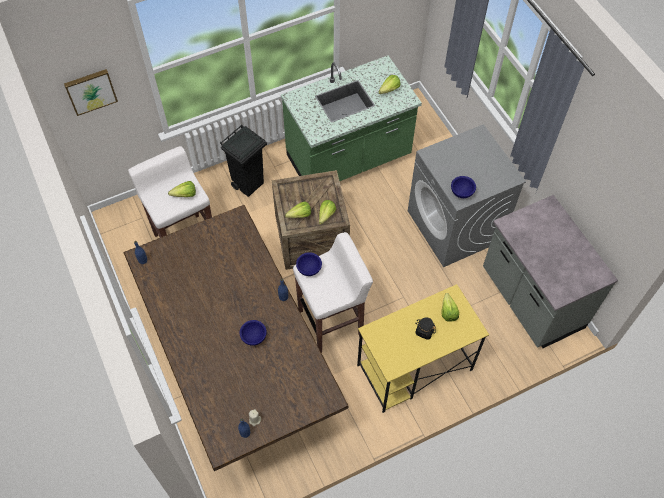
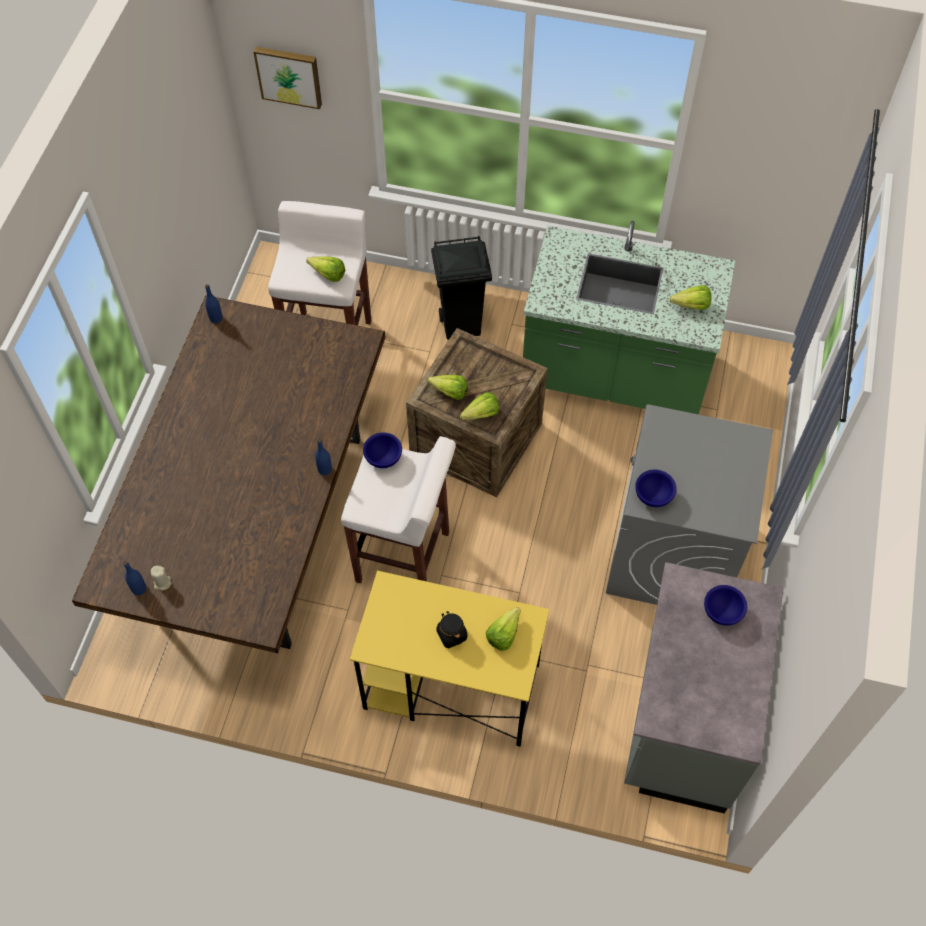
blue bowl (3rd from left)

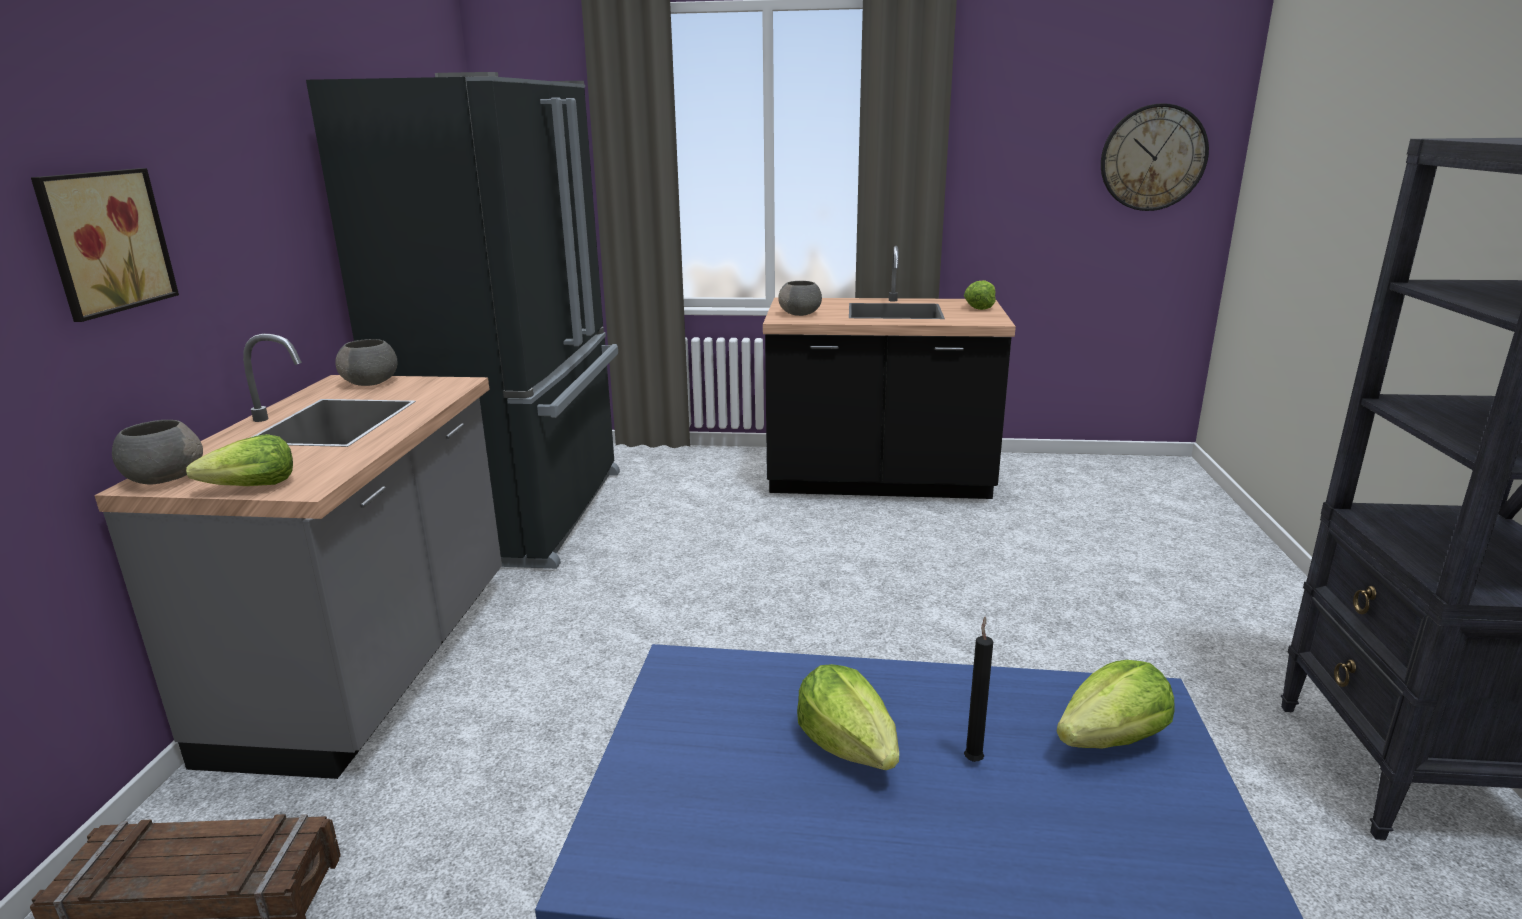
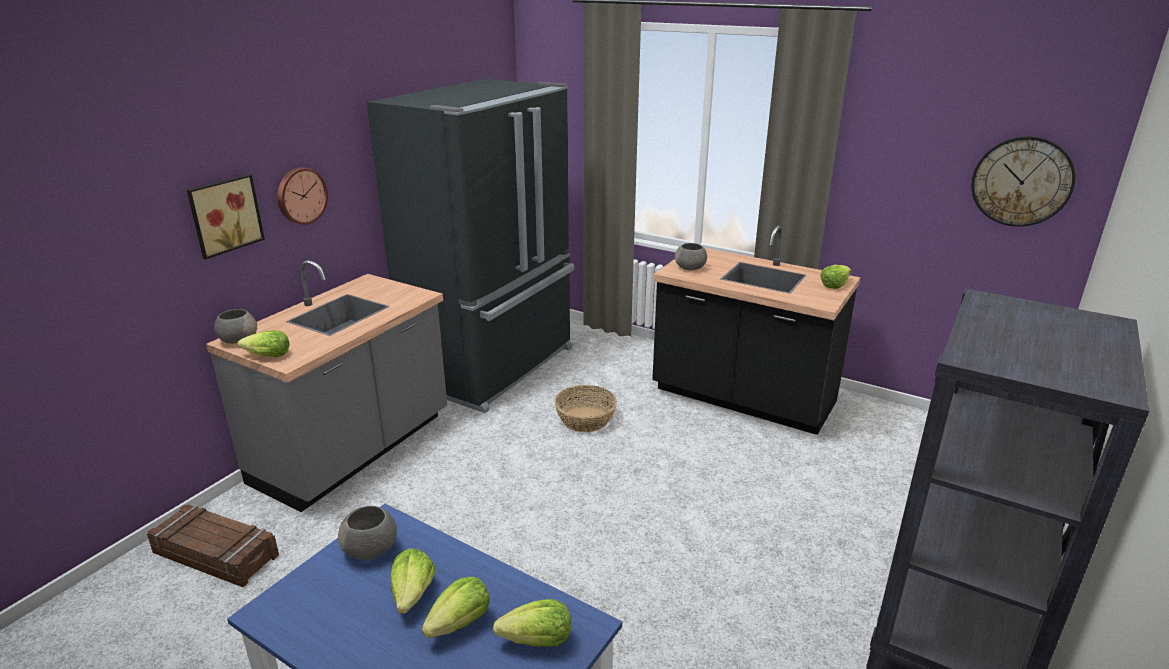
wall clock (1st from left)
grey bowl (2nd from left)
lettuce (3rd from left)
basket

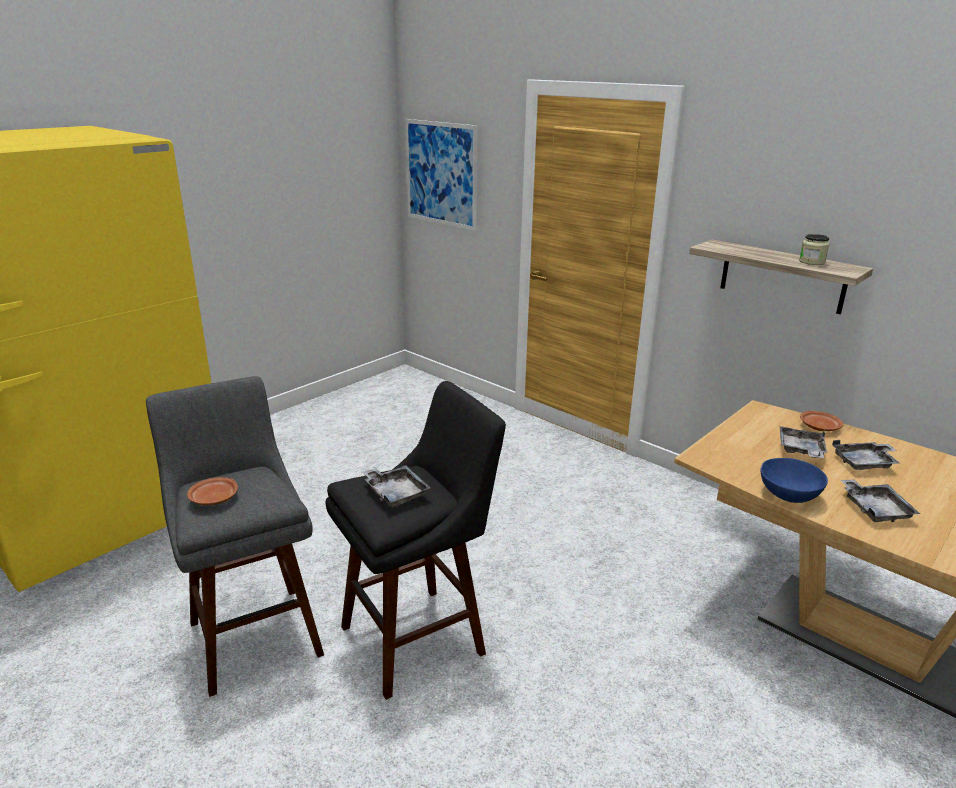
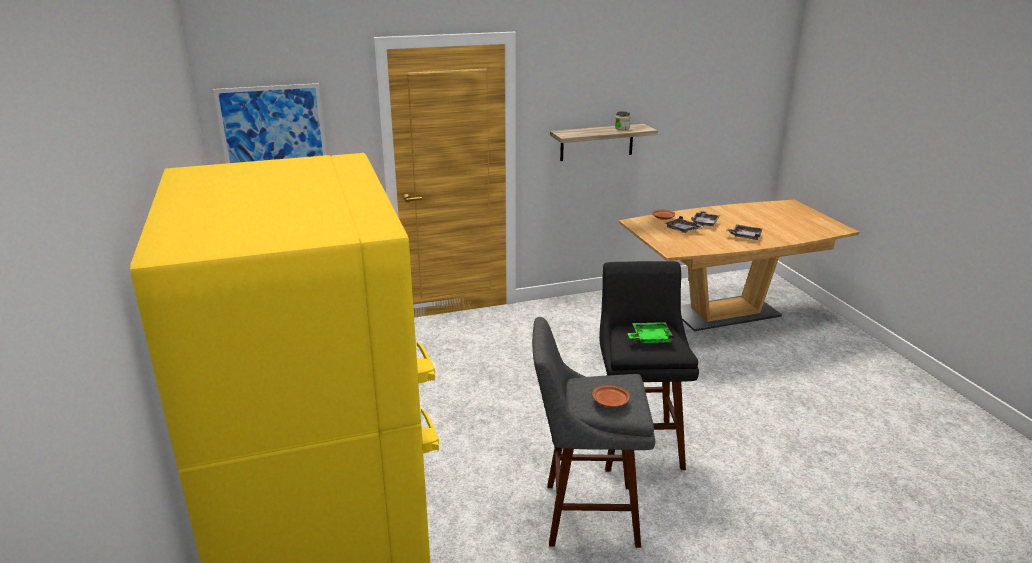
green tray
blue bowl

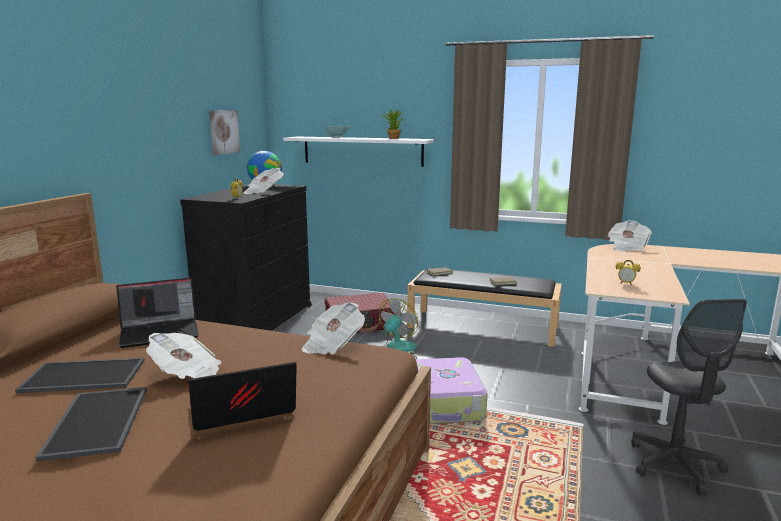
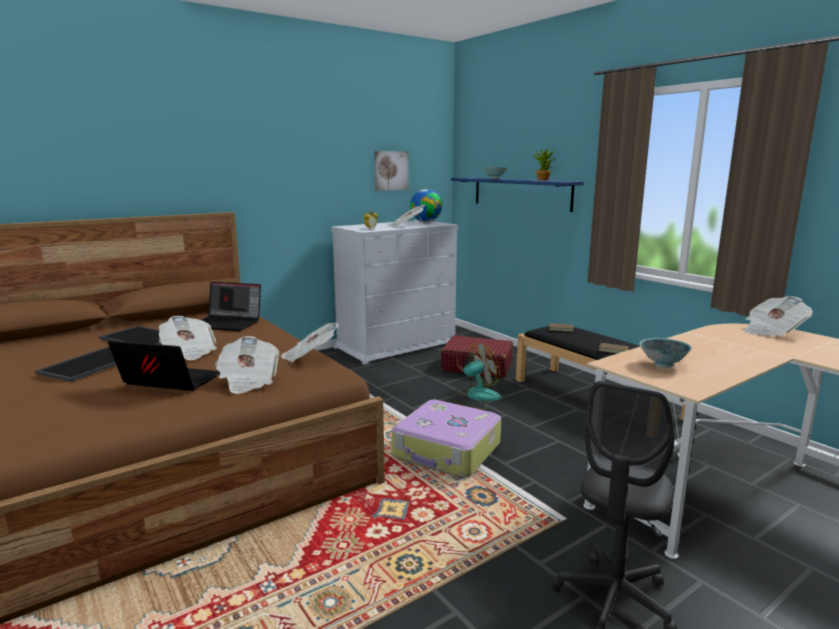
newspaper (2nd from left)
white dresser
blue shelf
bowl (2nd from left)

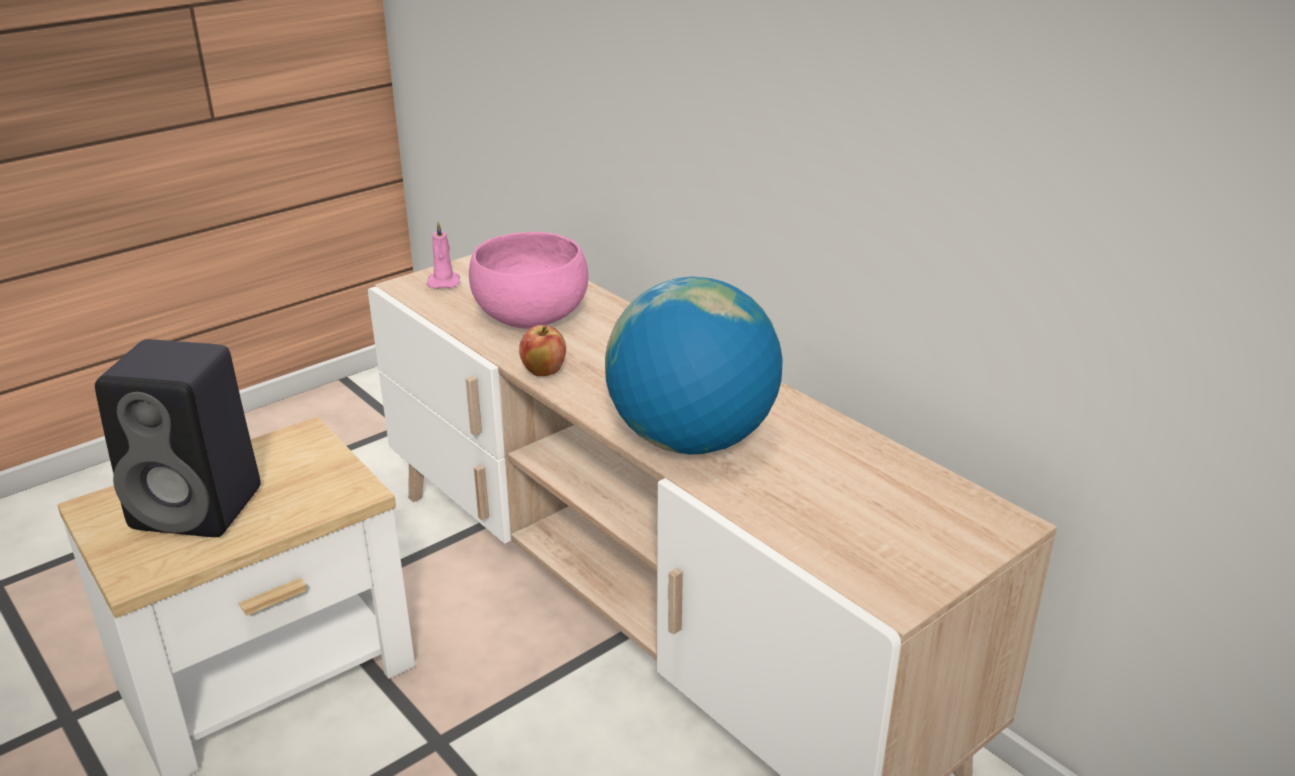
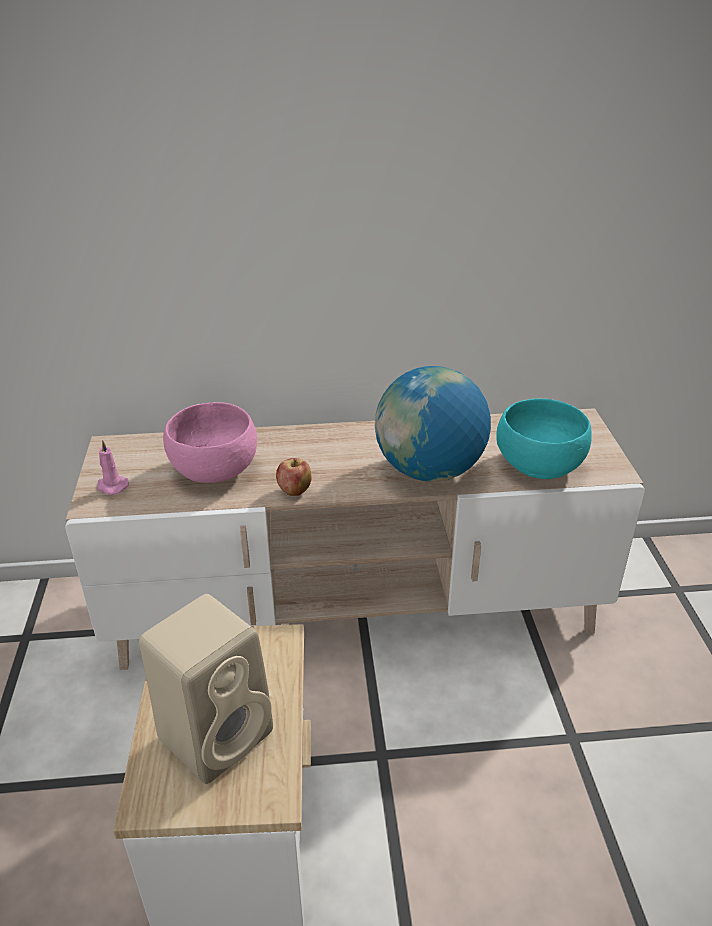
beige speaker
turquoise bowl

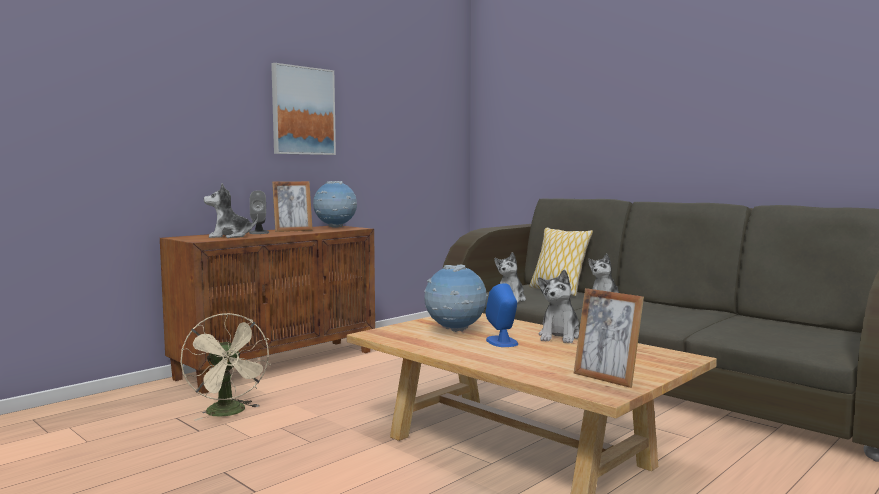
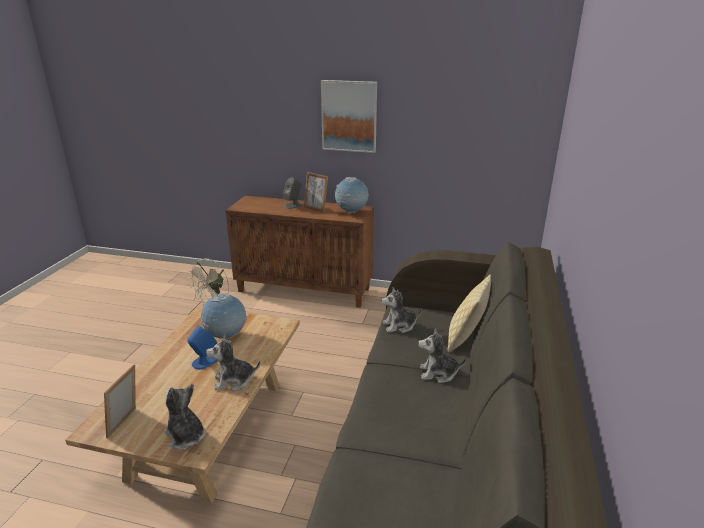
plush toy (1st from left)

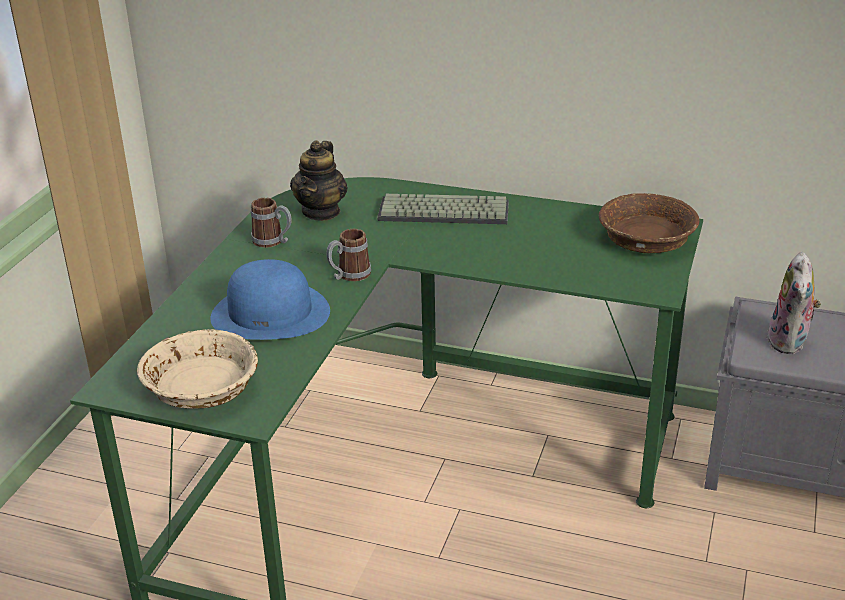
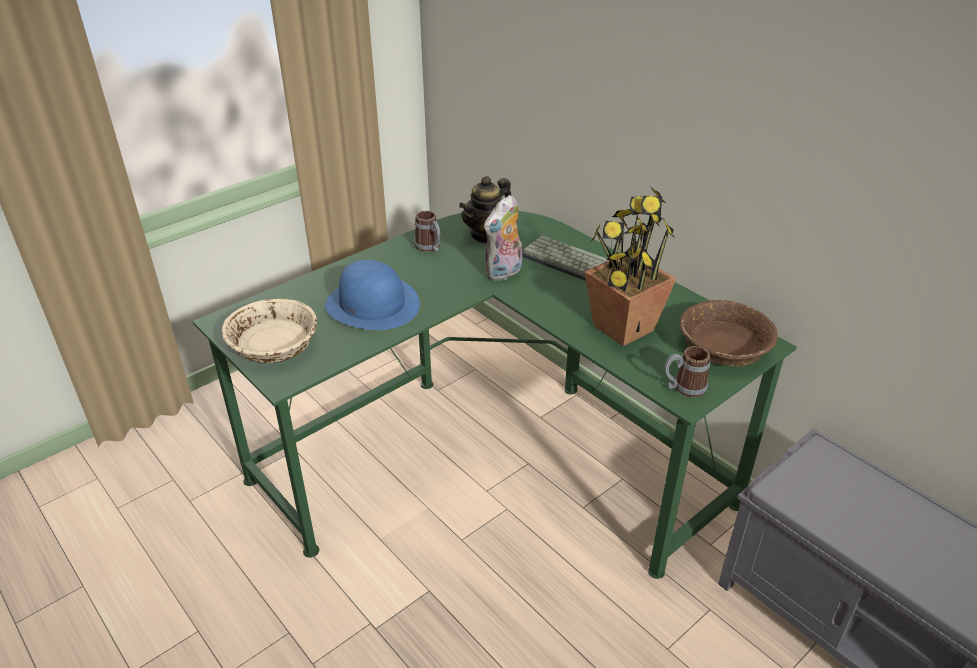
plush toy
potted plant
mug (2nd from left)

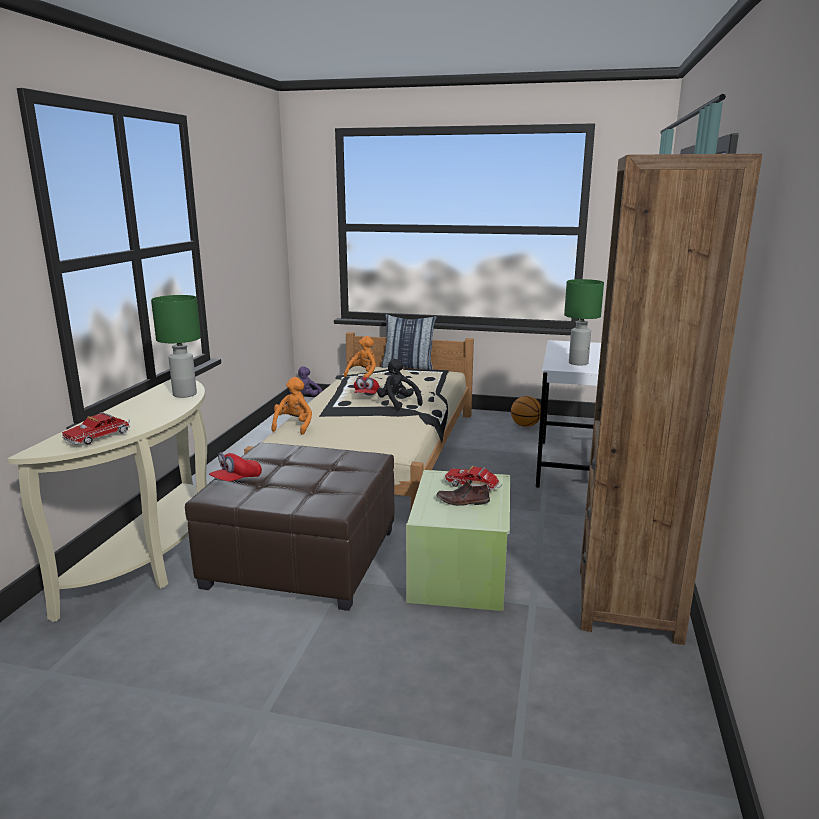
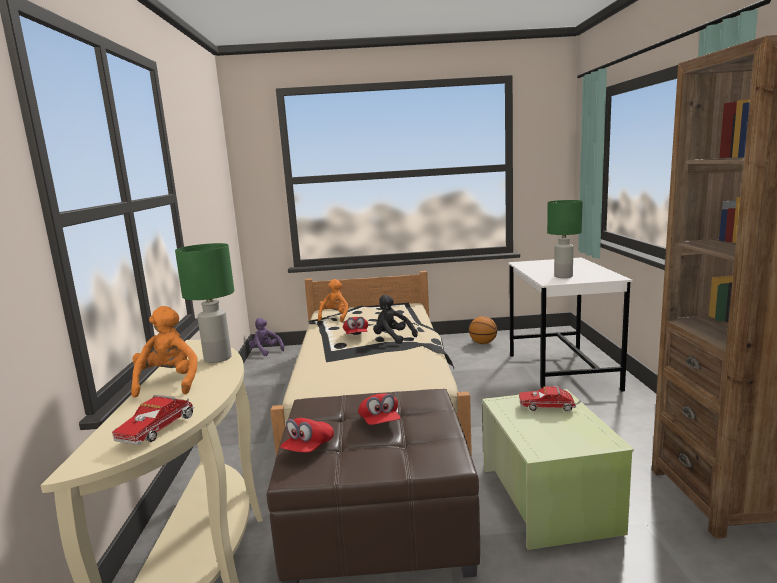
orange plush toy (1st from left)
red cap (3rd from left)
pillow
brown shoe

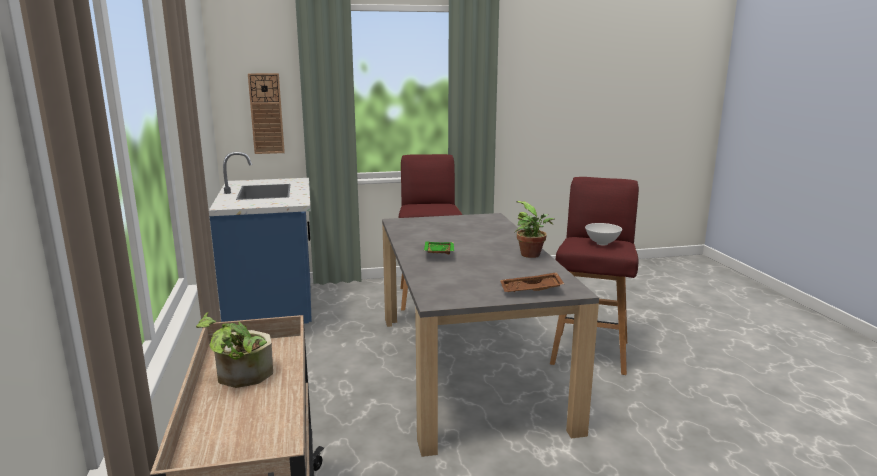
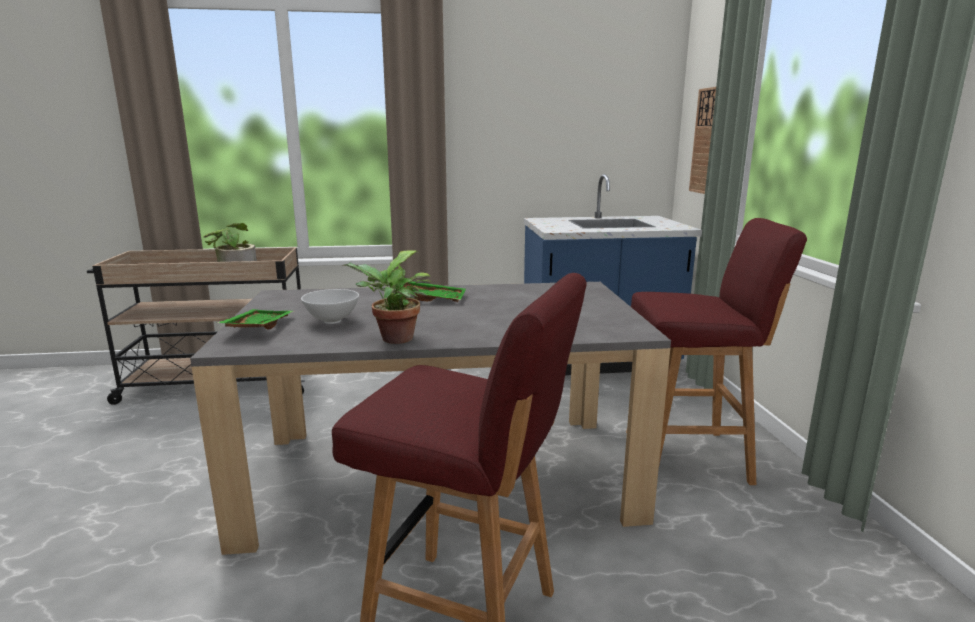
green tray (1st from left)
white bowl

